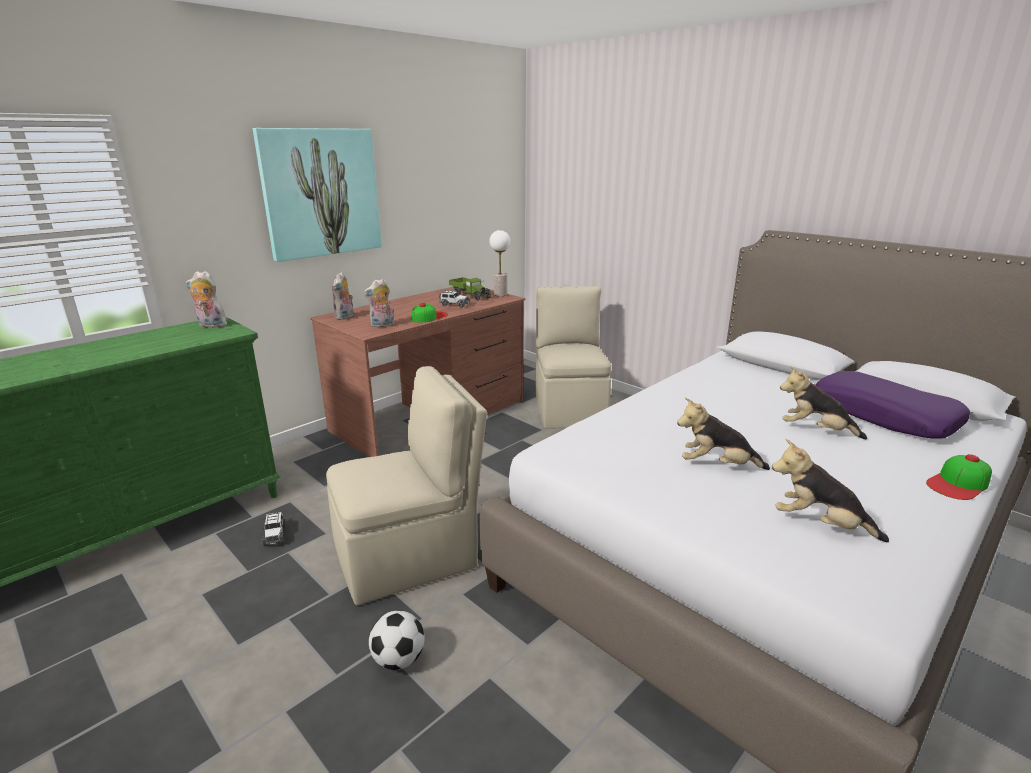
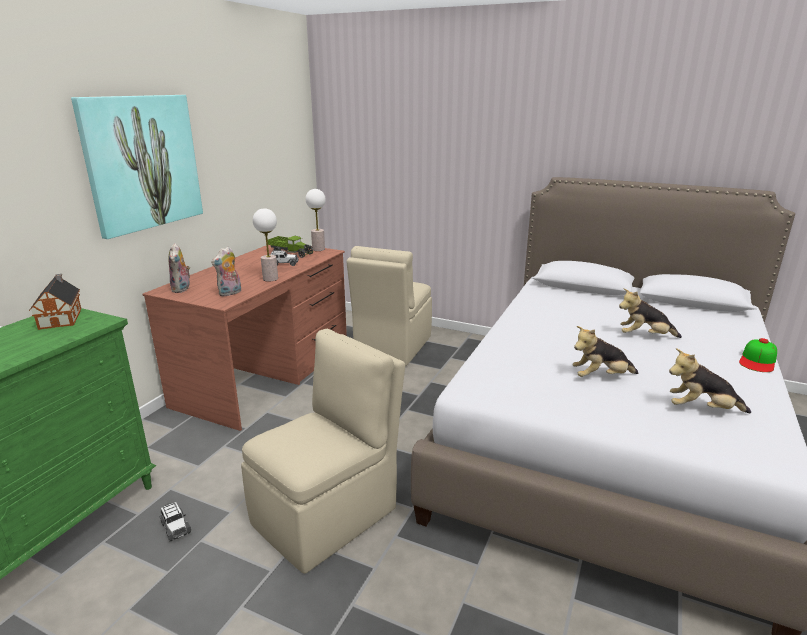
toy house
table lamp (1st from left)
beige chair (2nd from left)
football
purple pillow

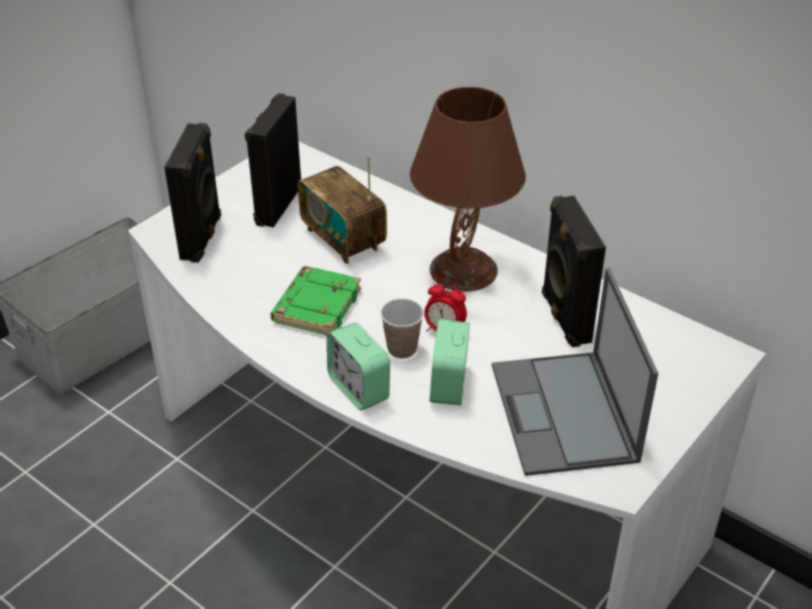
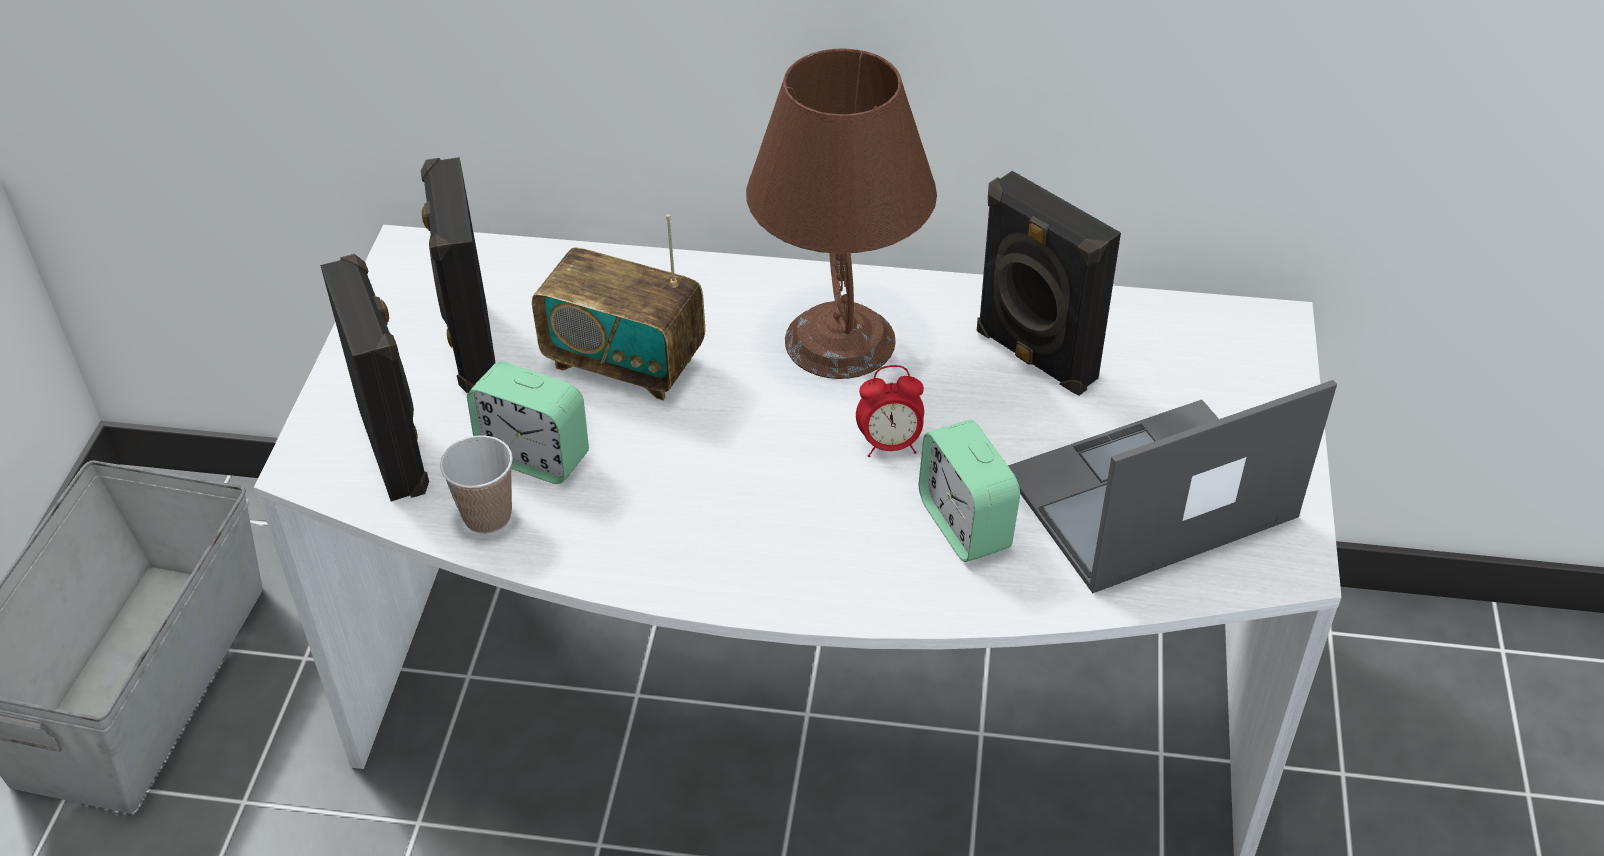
cup
alarm clock (1st from left)
laptop
green book

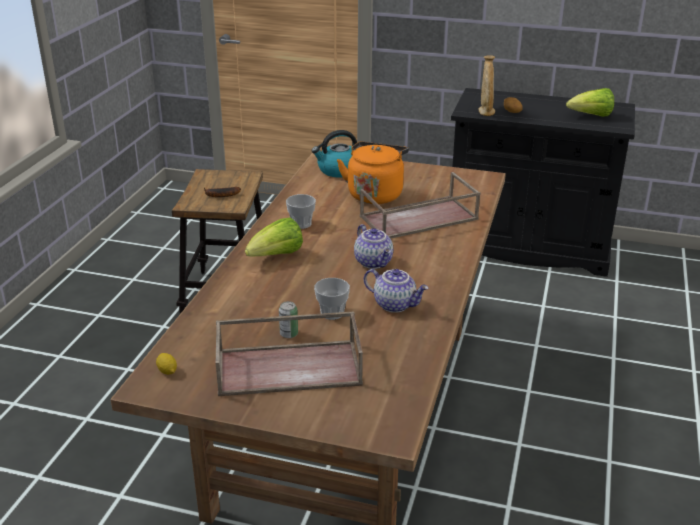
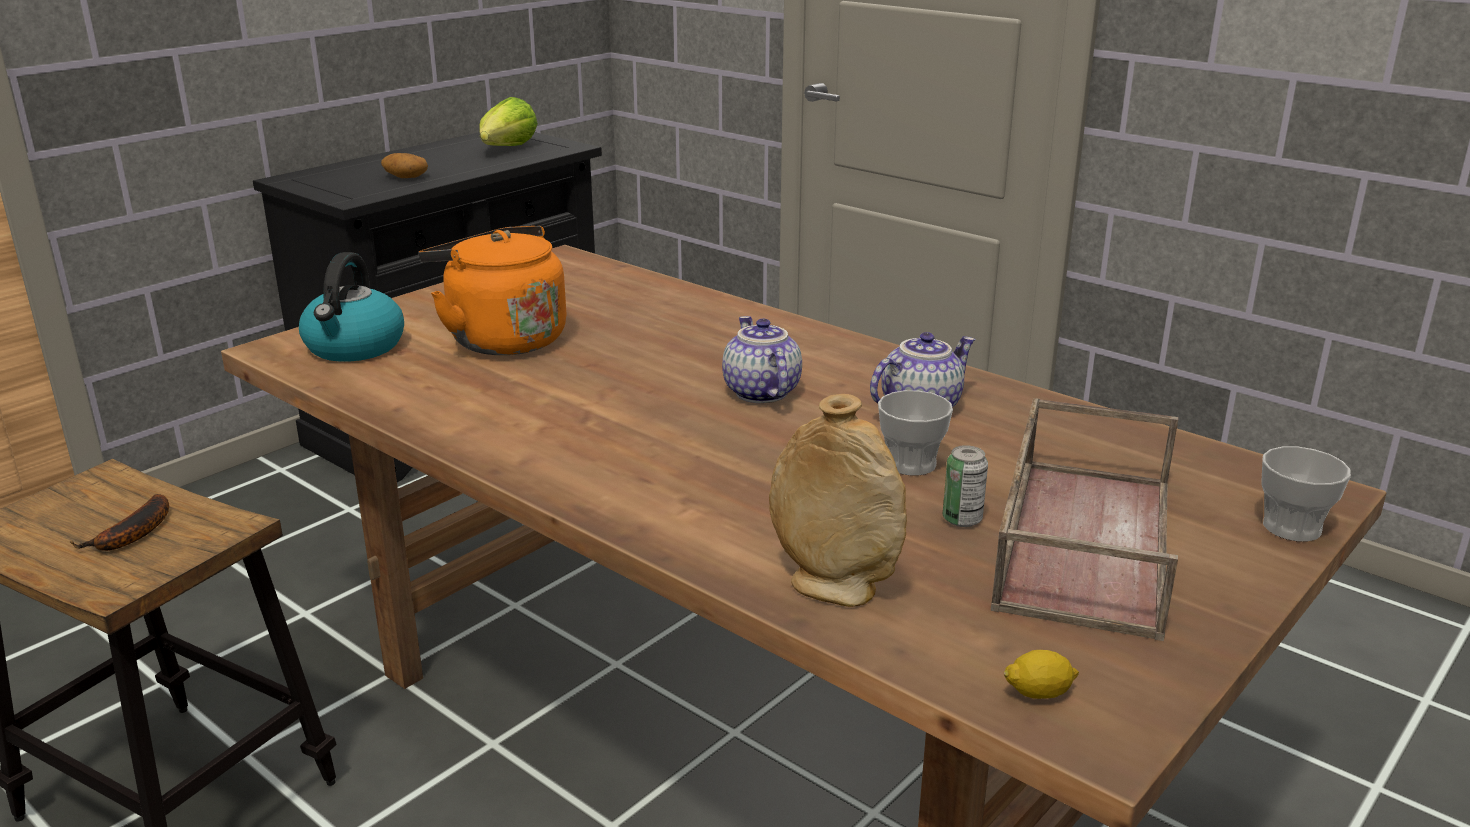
teapot (1st from left)
beige vase
cup (2nd from left)
lettuce (1st from left in the first image)
brown tray (2nd from left in the first image)

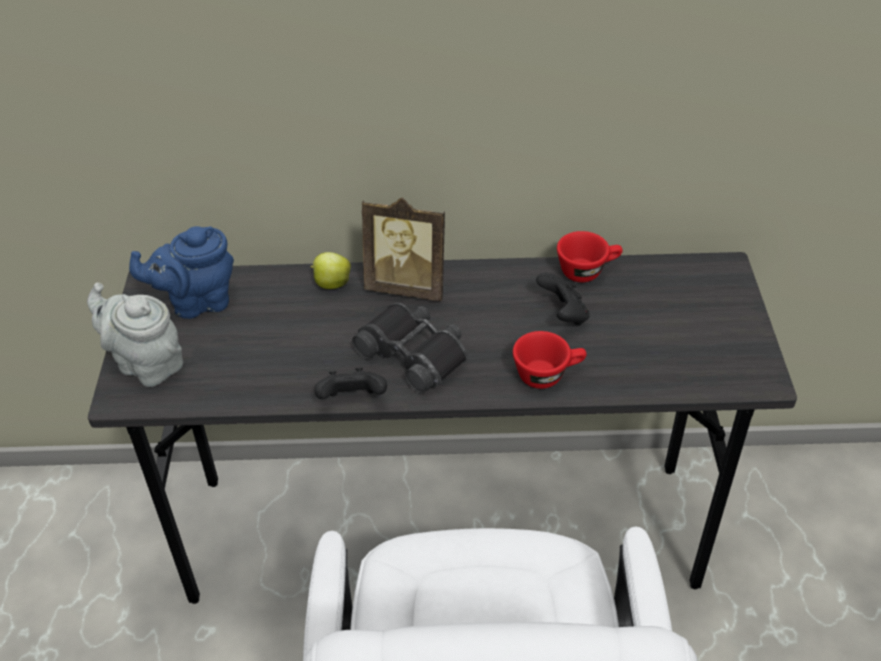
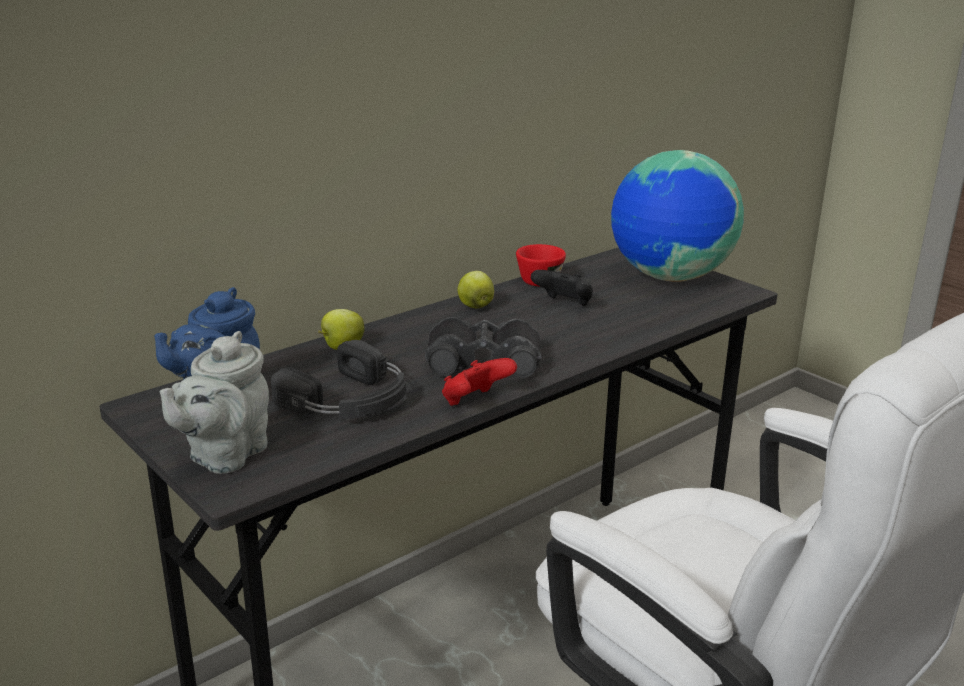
grey teapot
black headphones
red game controller
apple (2nd from left)
globe
picture frame
red cup (1st from left in the first image)

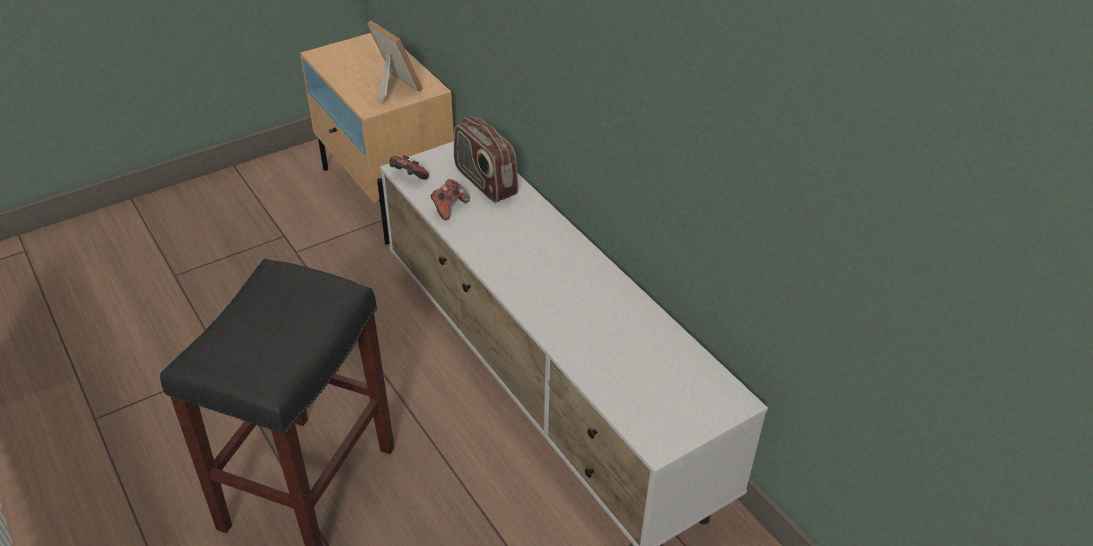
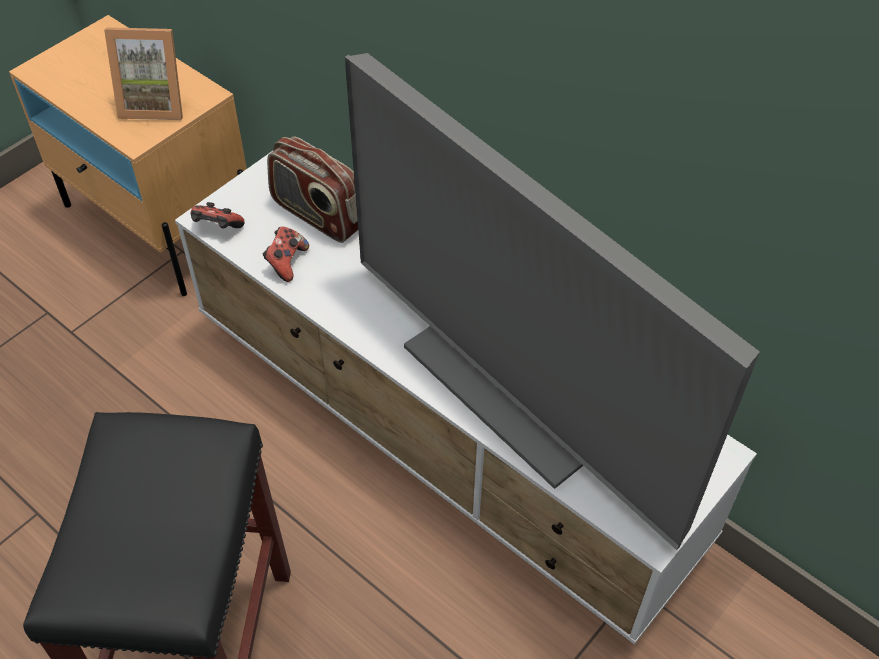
picture frame
television

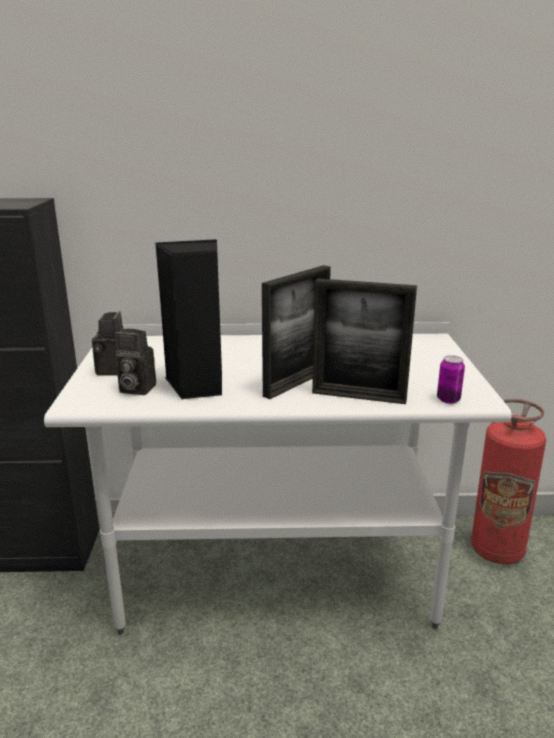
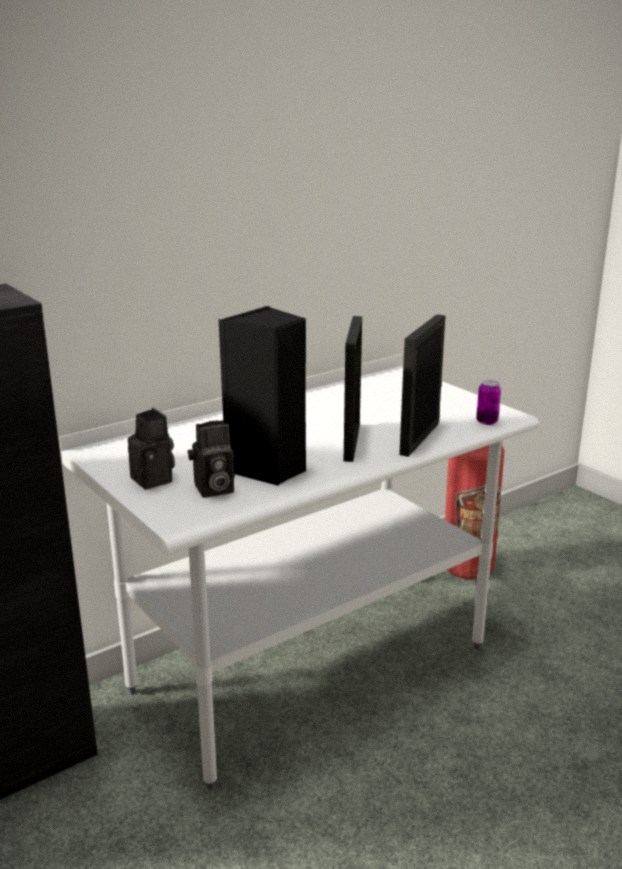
picture frame (2nd from left)

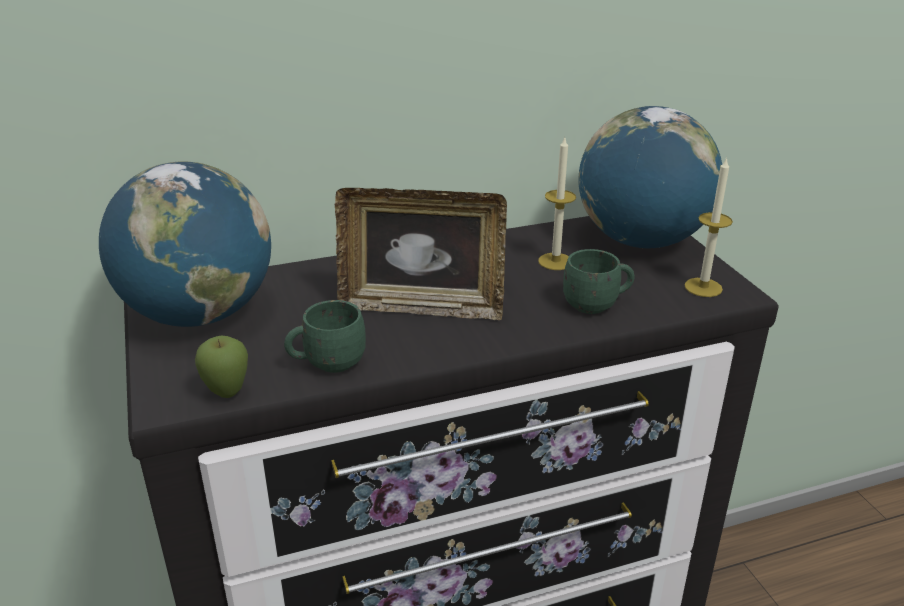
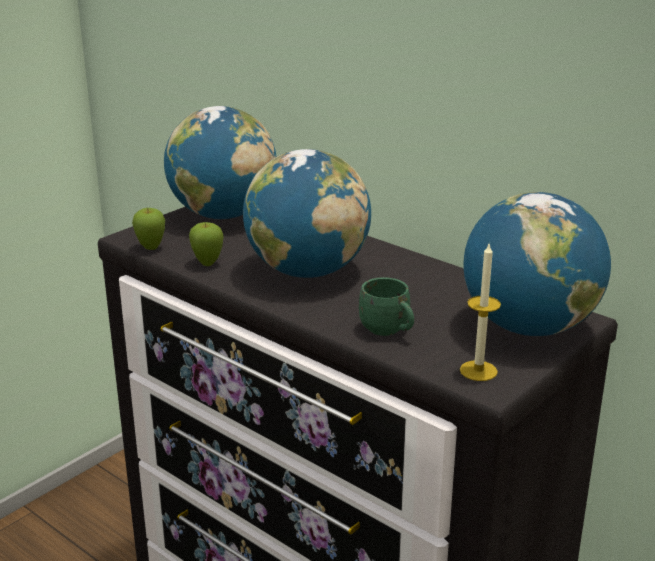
apple (2nd from left)
globe (2nd from left)
candle (1st from left in the first image)

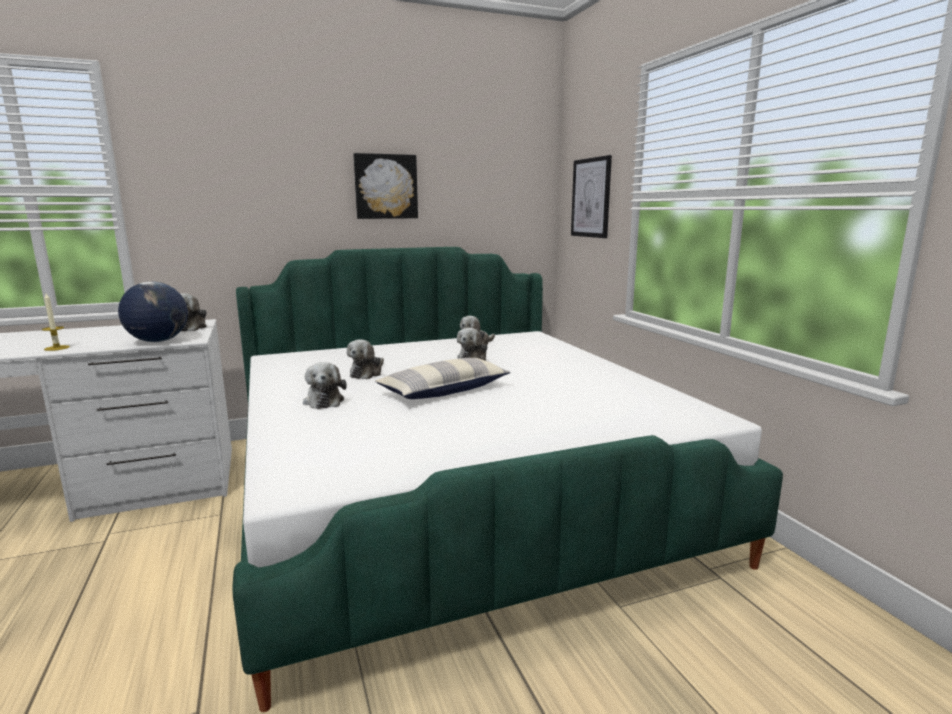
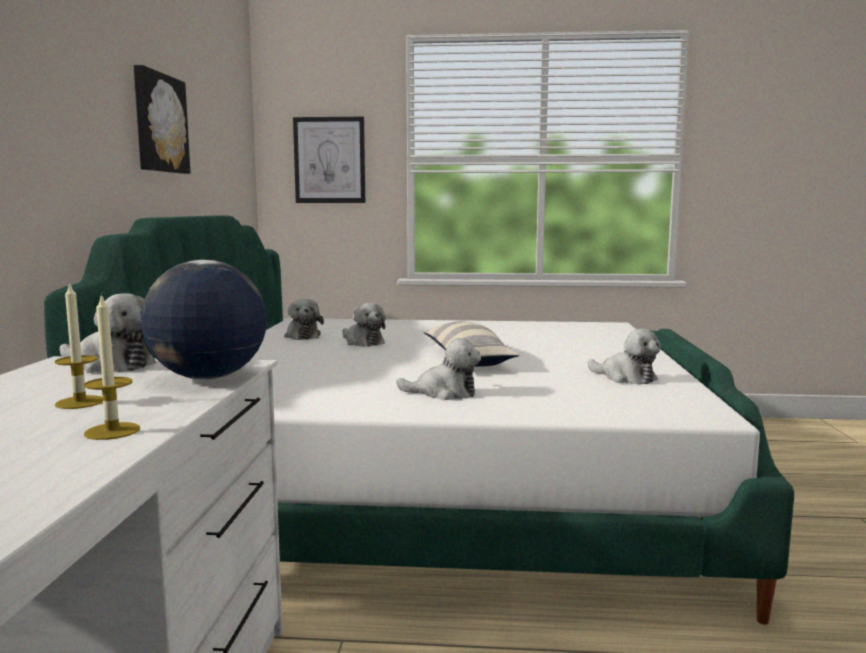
candle (1st from left)
plush toy (5th from left)

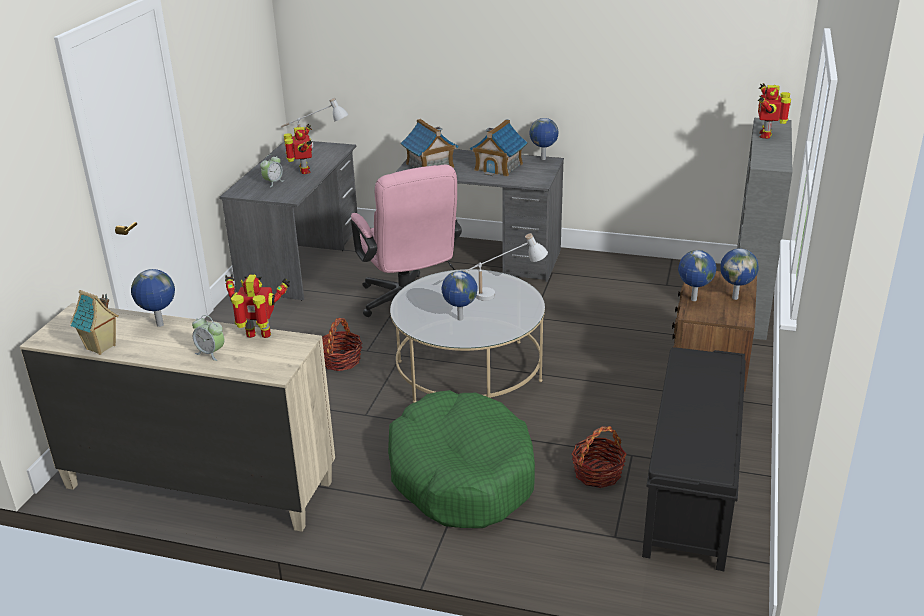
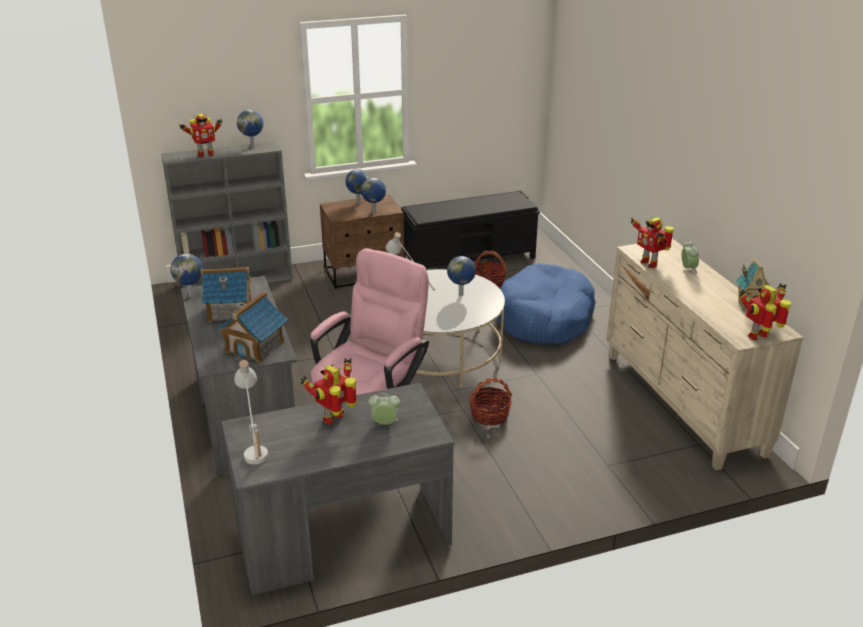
globe (2nd from left)
blue dog bed
toy robot (4th from left)

